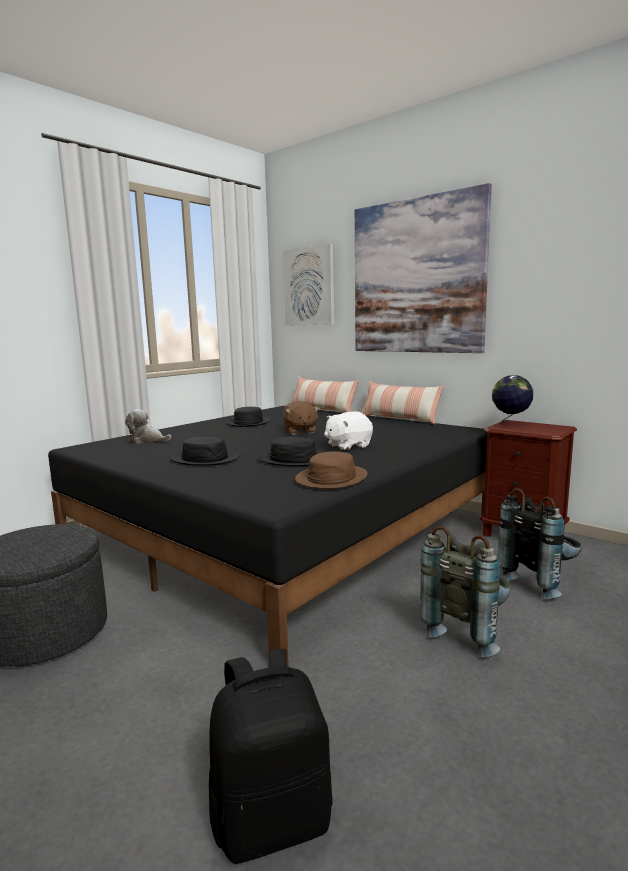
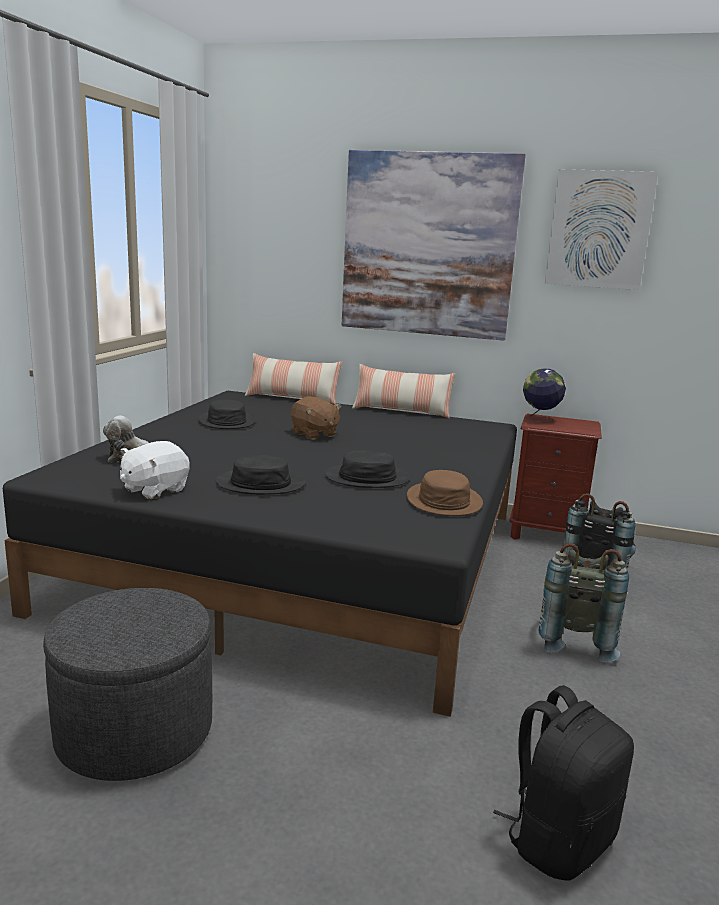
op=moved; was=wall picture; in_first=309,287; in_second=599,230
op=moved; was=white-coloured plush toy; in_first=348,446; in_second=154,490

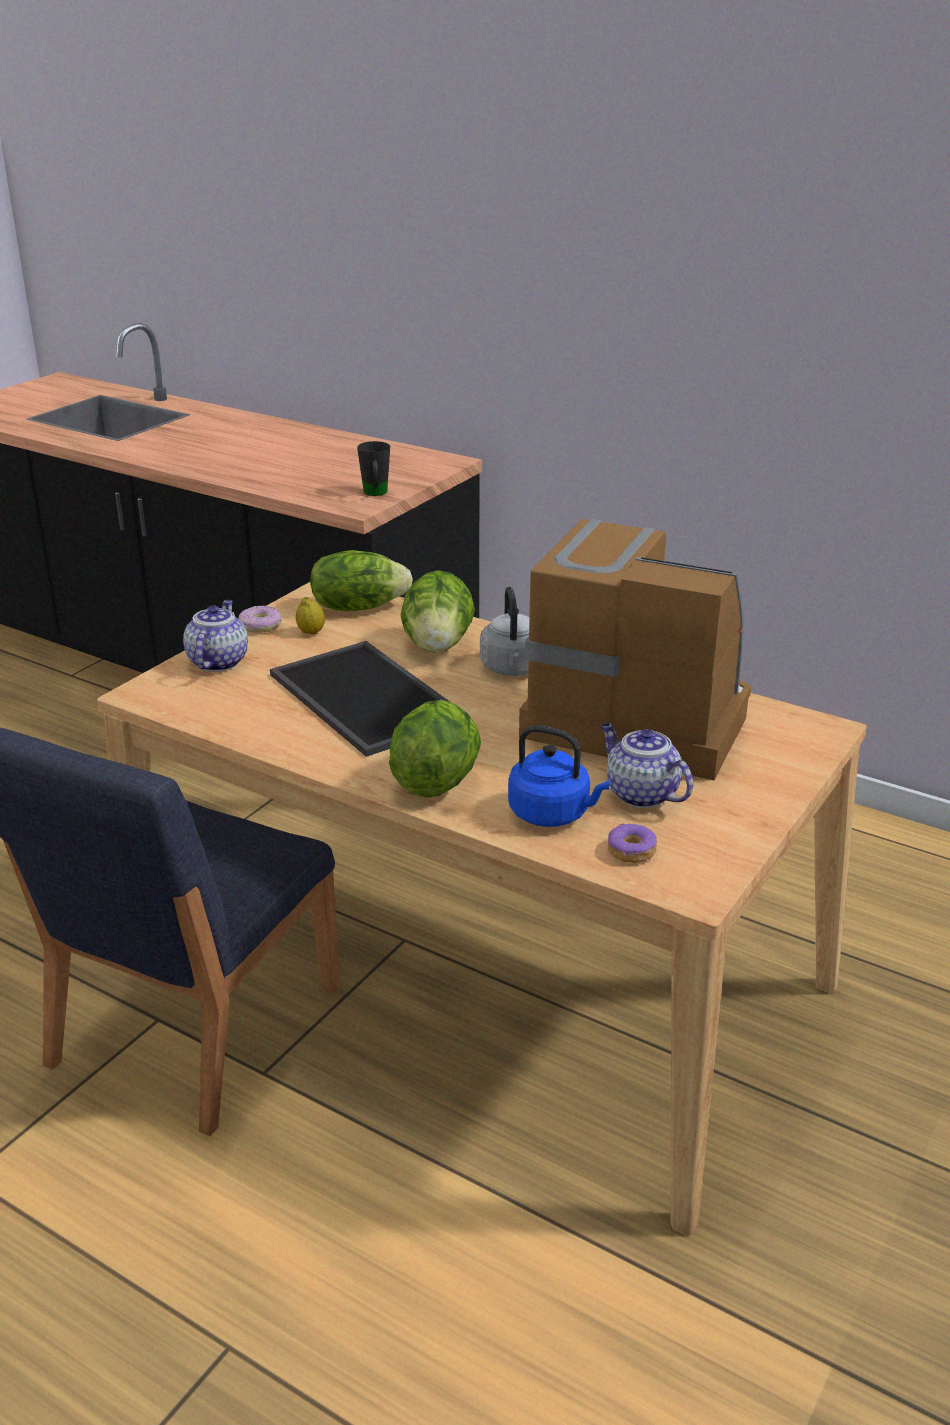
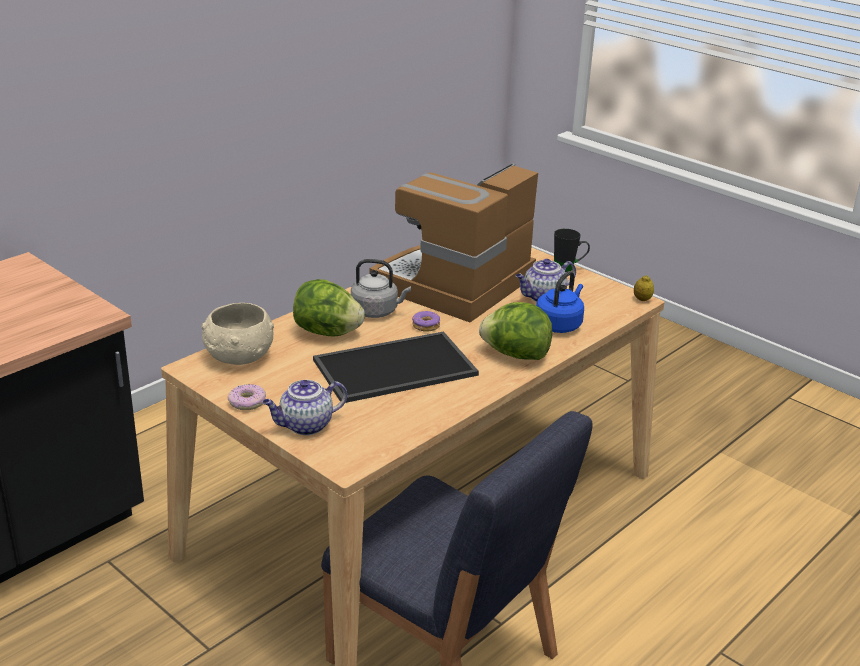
op=moved; was=citrus fruit; in_first=311,632; in_second=642,299
op=moved; was=black-coloured tea mug; in_first=375,494; in_second=569,268
op=moved; was=donut; in_first=631,851; in_second=426,326
op=replaced; was=lettuce; now=beige-coloured bowl; in_first=358,607; in_second=238,356
op=turned; was=pot for tea; in_first=217,661; in_second=305,426; clockwise=-45

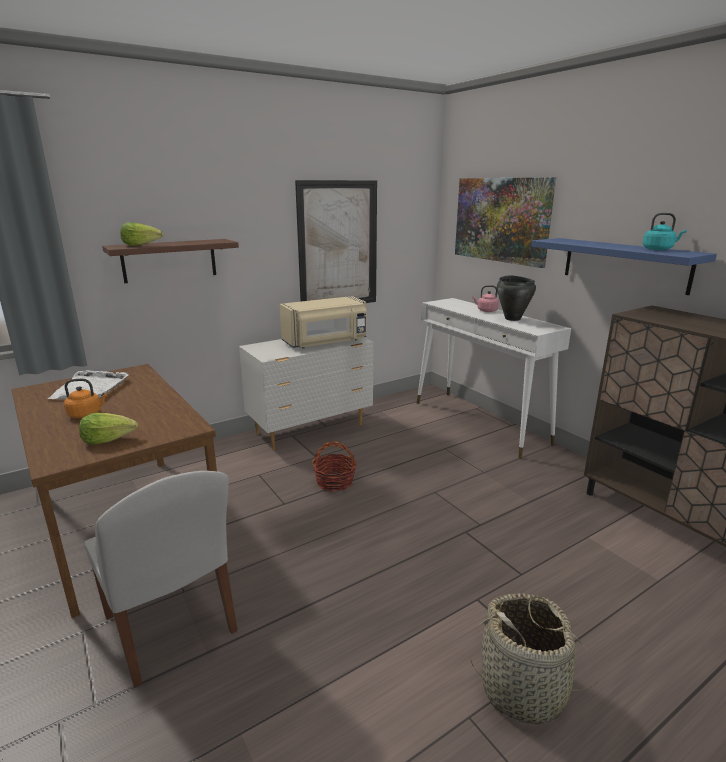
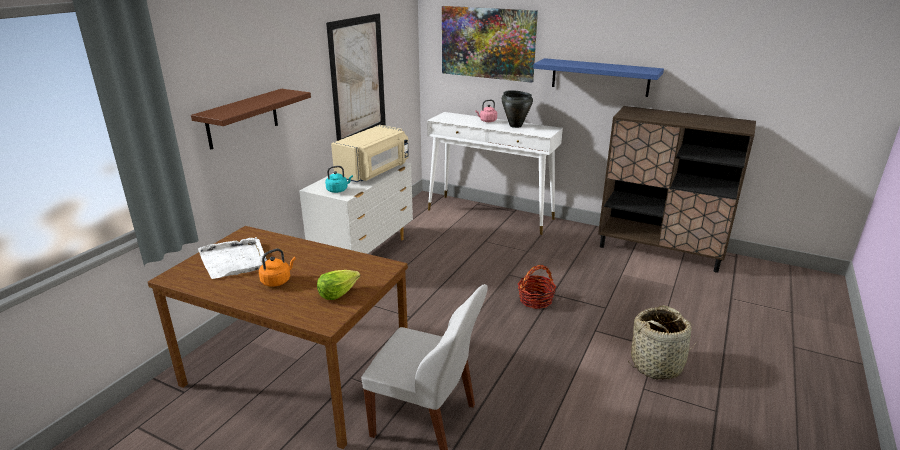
op=removed; was=lettuce; in_first=142,245
op=moved; was=storage basket; in_first=335,481; in_second=535,300
op=moved; was=turquoise-coloured tea kettle; in_first=659,249; in_second=338,190

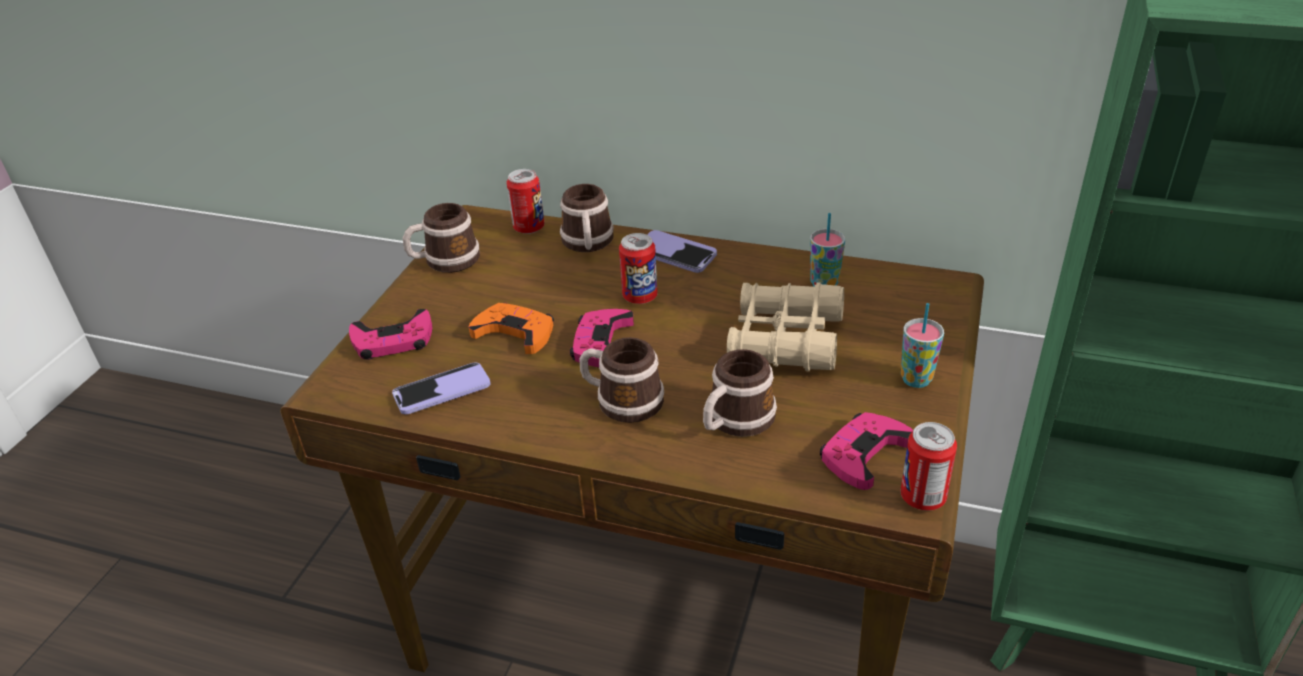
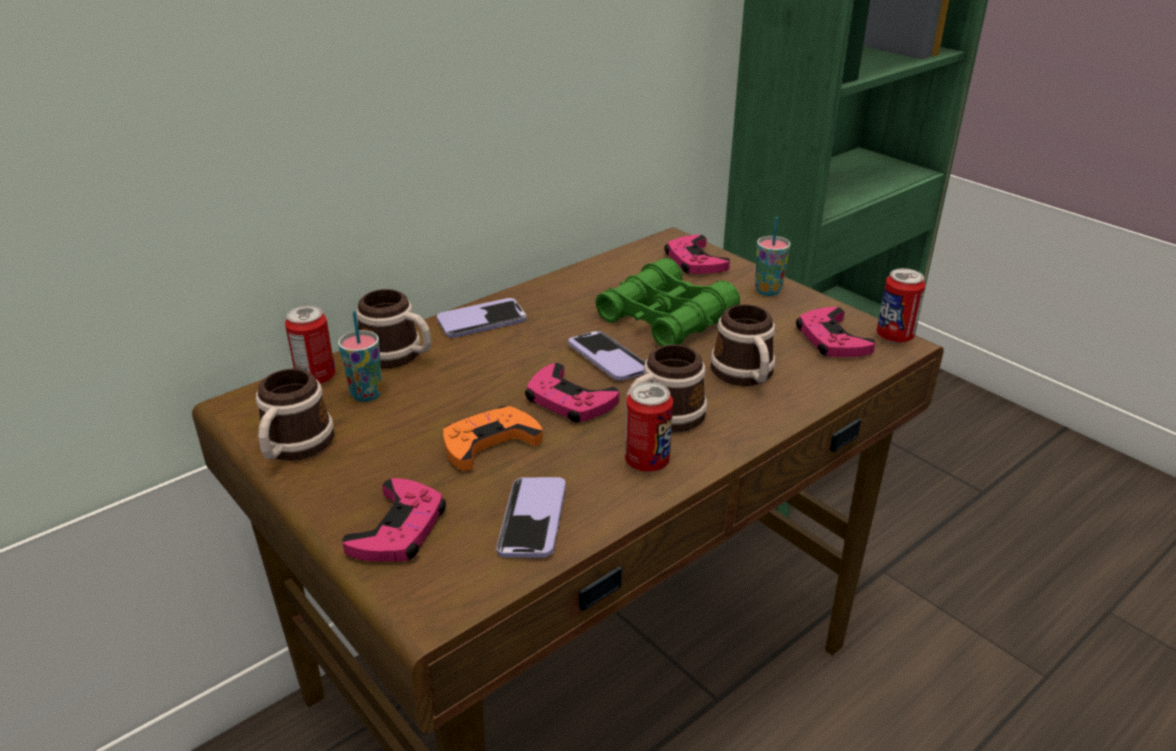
op=added; now=telephone; in_second=608,358
op=added; now=pinkish joypad; in_second=694,261
op=moved; was=metal can; in_first=640,297; in_second=647,462
op=moved; was=small cup; in_first=824,284; in_second=366,394
op=recoloured; was=beige-coloured pair of binoculars; now=green-coloured pair of binoculars; in_first=785,340; in_second=665,319

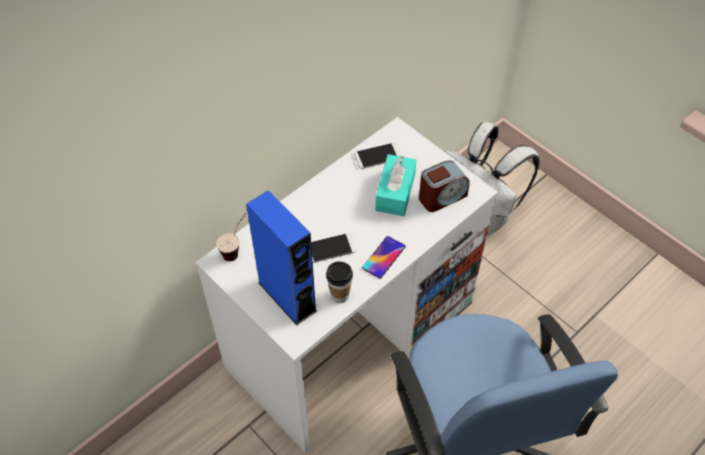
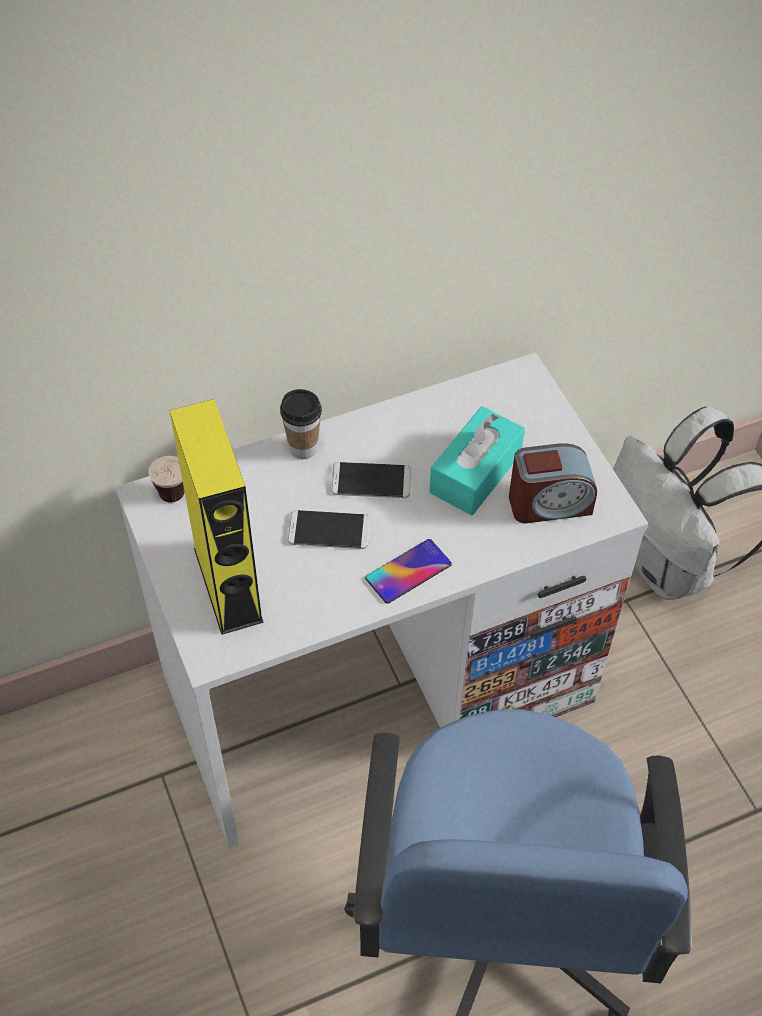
op=moved; was=small cup; in_first=340,295; in_second=303,448
op=moved; was=telephone; in_first=377,156; in_second=371,481
op=recoloured; was=blue-coloured audio speaker; now=yellow audio speaker; in_first=287,296; in_second=228,585

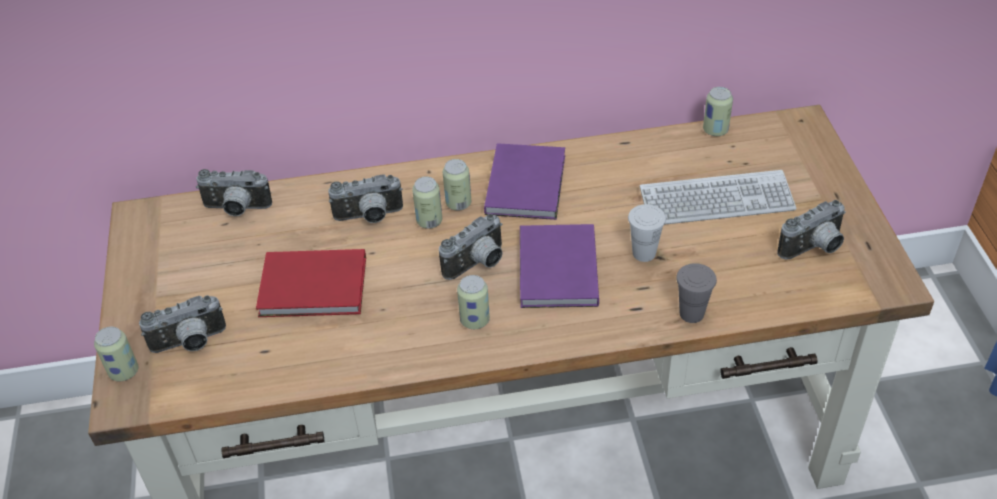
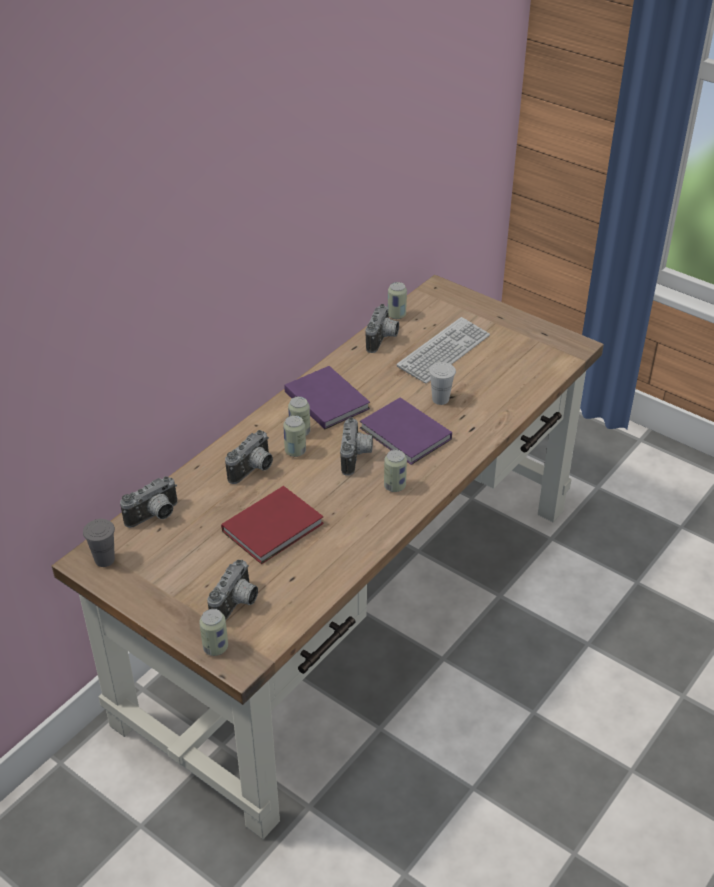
op=moved; was=grey small cup; in_first=691,313; in_second=104,560
op=moved; was=still camera; in_first=814,248; in_second=383,340

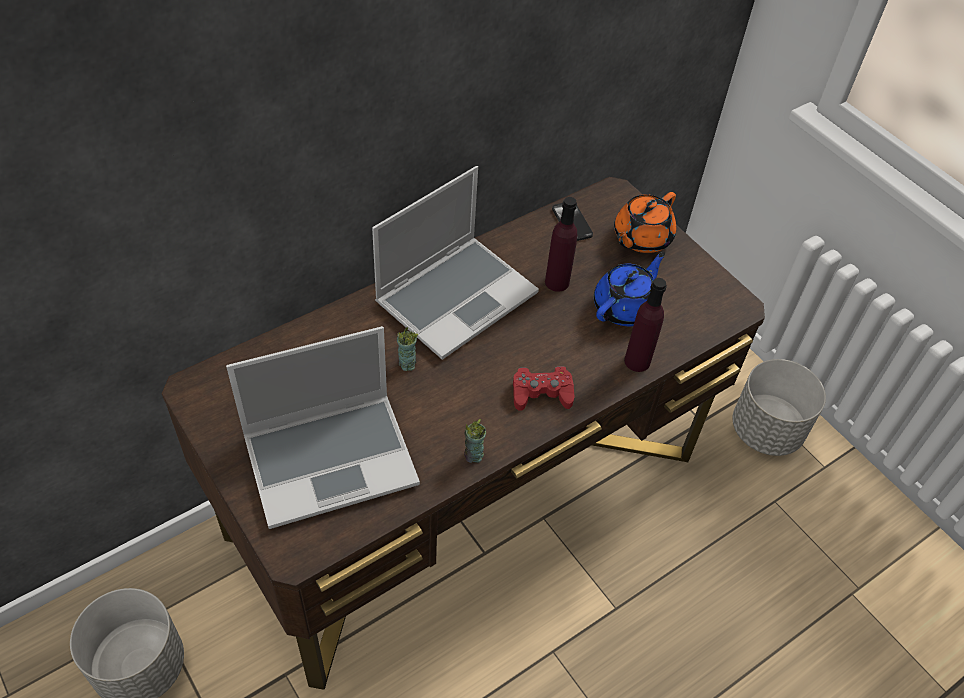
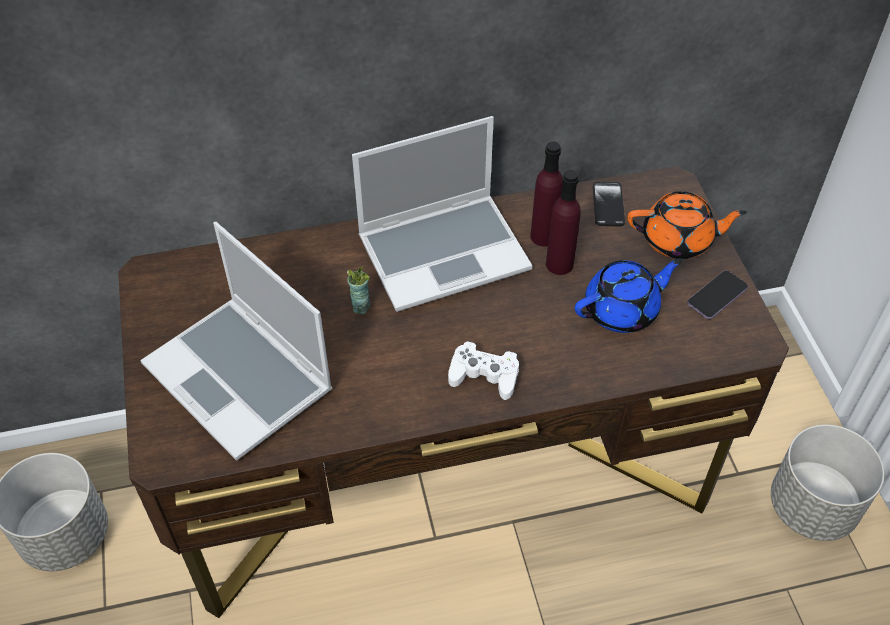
op=removed; was=small cup; in_first=473,455
op=added; now=telephone; in_second=717,296
op=moved; was=purple-coloured drink bottle; in_first=637,361; in_second=543,236
op=recoloured; was=red joypad; now=white-coloured joypad; in_first=541,393; in_second=484,375
op=turned; was=laptop; in_first=332,458; in_second=241,378; clockwise=45
op=turned; was=orange pot for tea; in_first=641,238; in_second=678,240; clockwise=-150

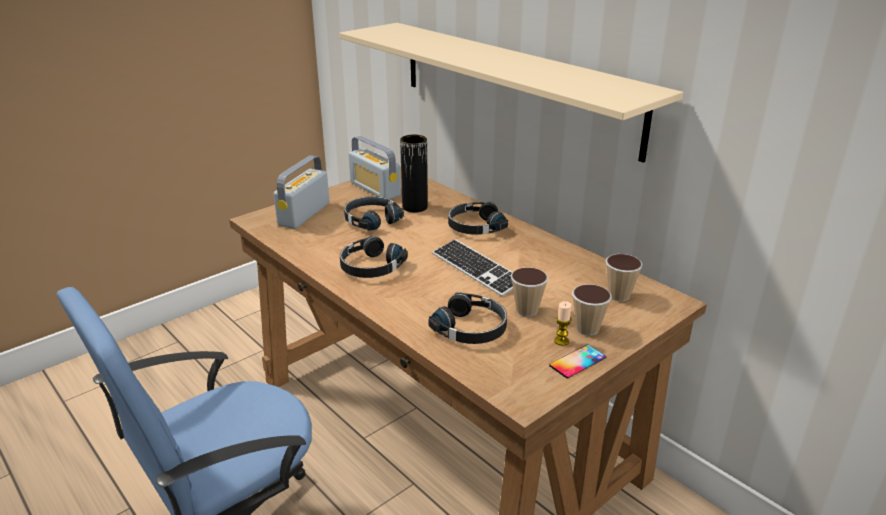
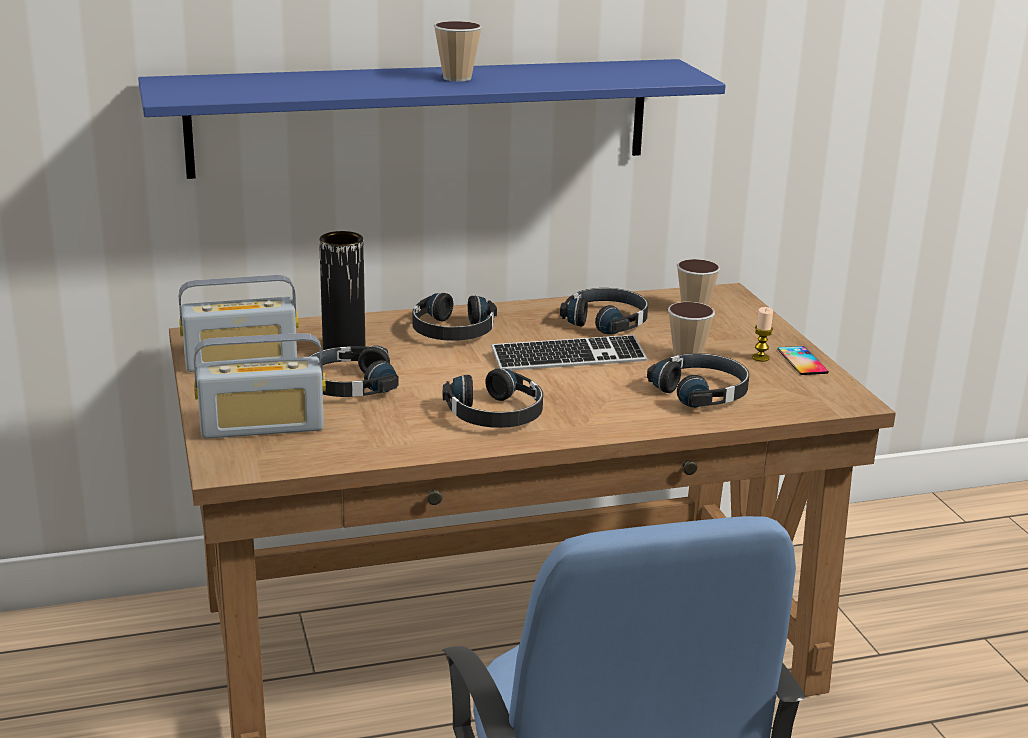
op=added; now=black-coloured pair of headphones; in_second=607,321
op=moved; was=small cup; in_first=587,329; in_second=457,78
op=recoloured; was=beige-coloured wall shelf; now=blue-coloured wall shelf; in_first=513,85; in_second=423,117
op=turned; was=radio receiver; in_first=304,214; in_second=262,427; clockwise=-60

